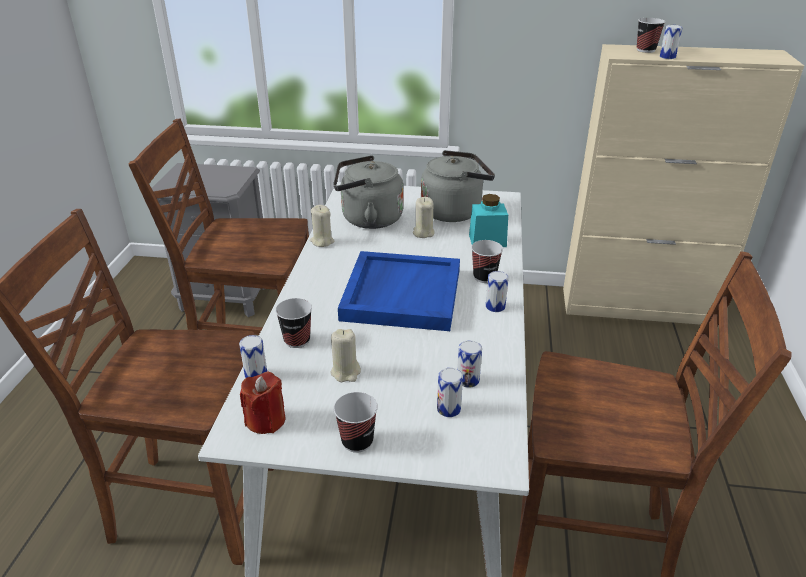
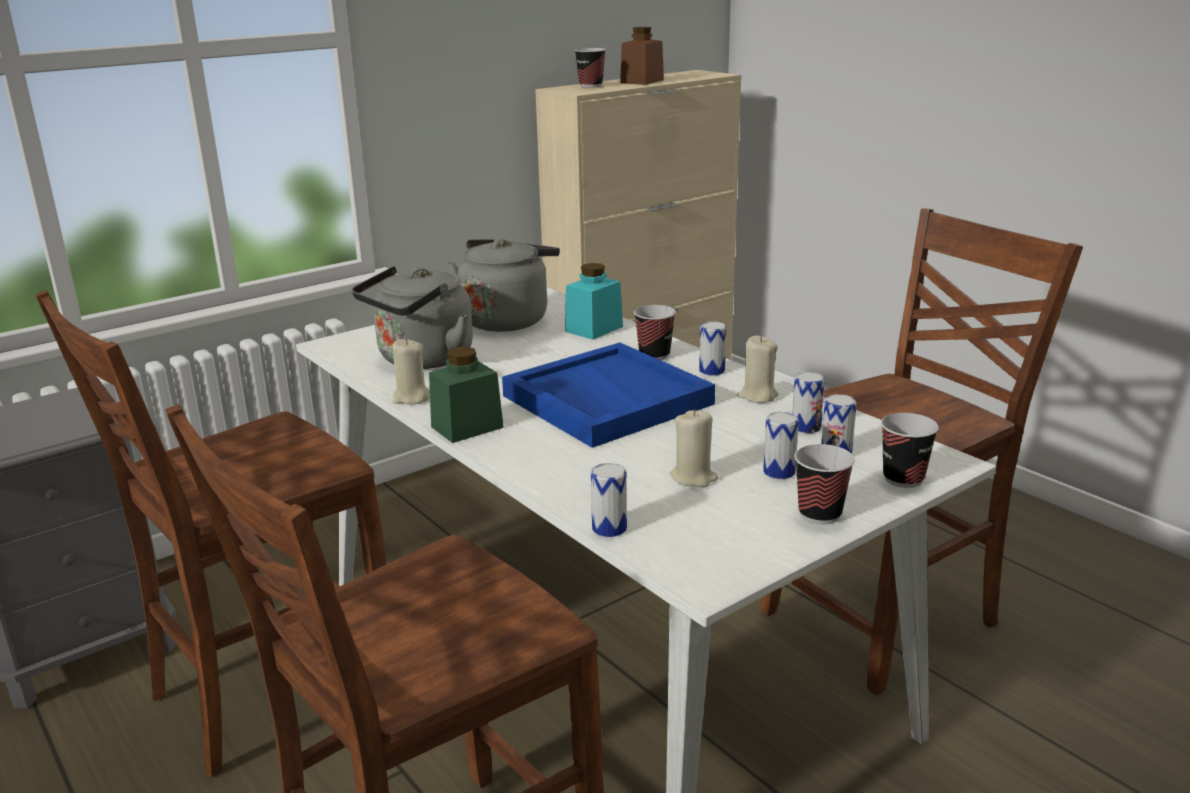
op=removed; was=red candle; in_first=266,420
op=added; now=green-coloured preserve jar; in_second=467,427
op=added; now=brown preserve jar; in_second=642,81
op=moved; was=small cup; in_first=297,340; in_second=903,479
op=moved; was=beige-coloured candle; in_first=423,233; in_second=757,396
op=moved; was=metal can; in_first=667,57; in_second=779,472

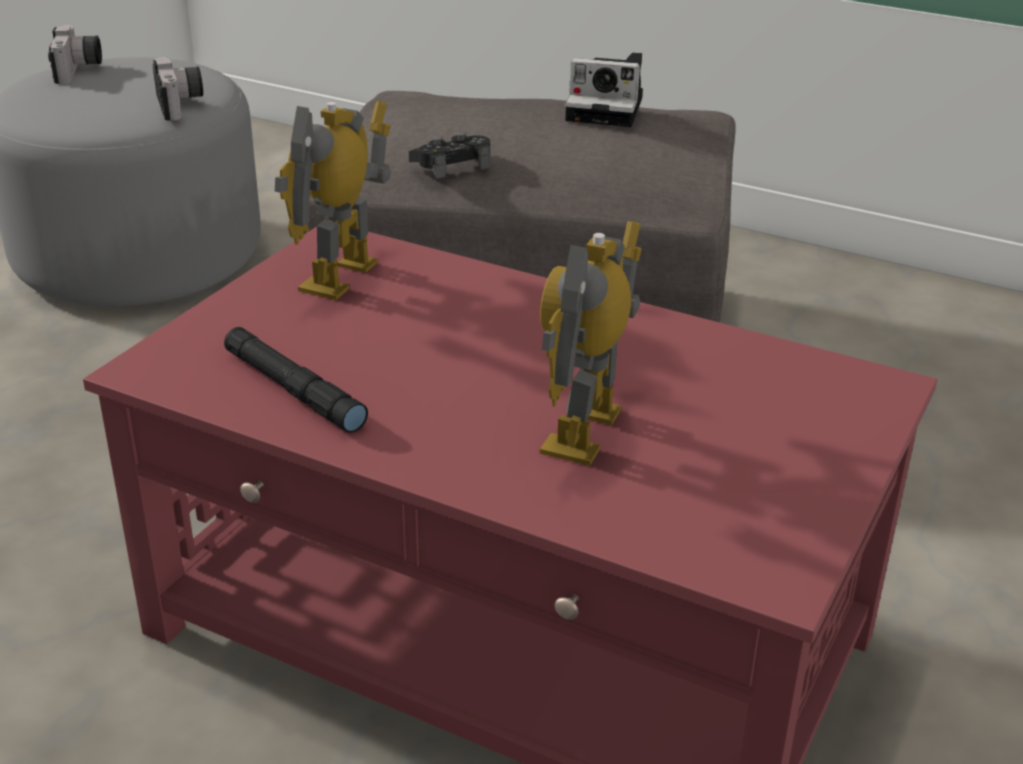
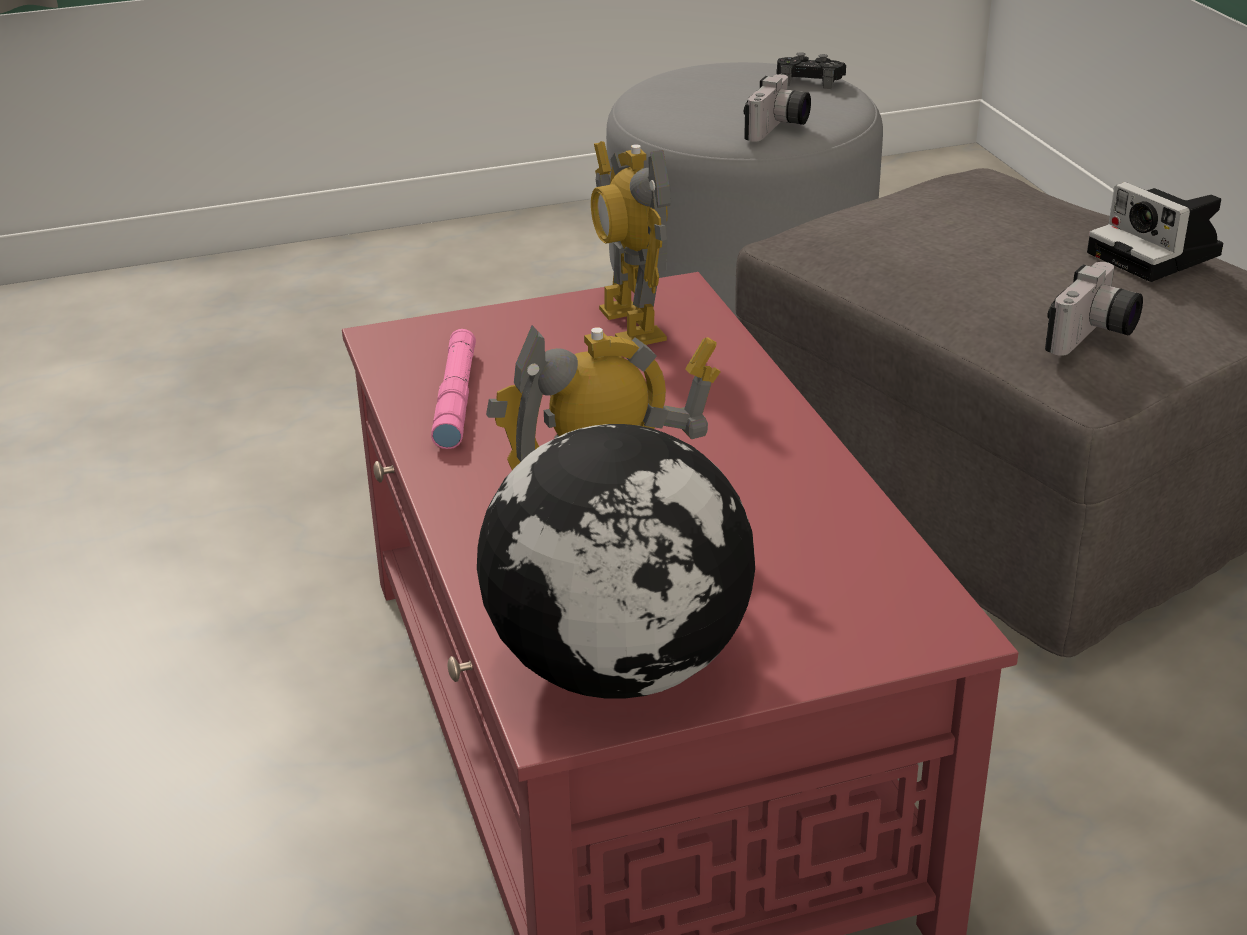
op=added; now=world globe; in_second=621,667
op=moved; was=still camera; in_first=79,71; in_second=1094,336
op=moved; was=black-coloured joypad; in_first=451,165; in_second=810,80
op=recoloured; was=black-coloured flashlight; now=pinkish flashlight; in_first=293,390; in_second=456,398
op=turned; was=robot figure; in_first=341,277; in_second=631,325; clockwise=-90

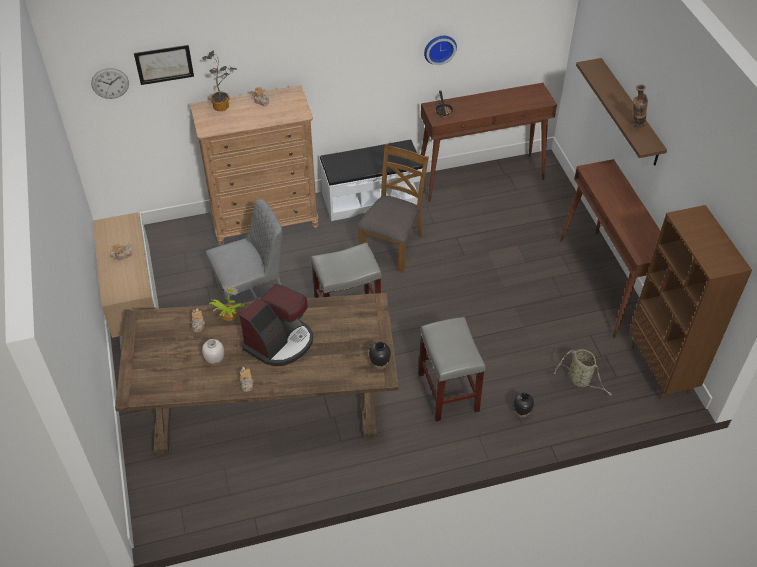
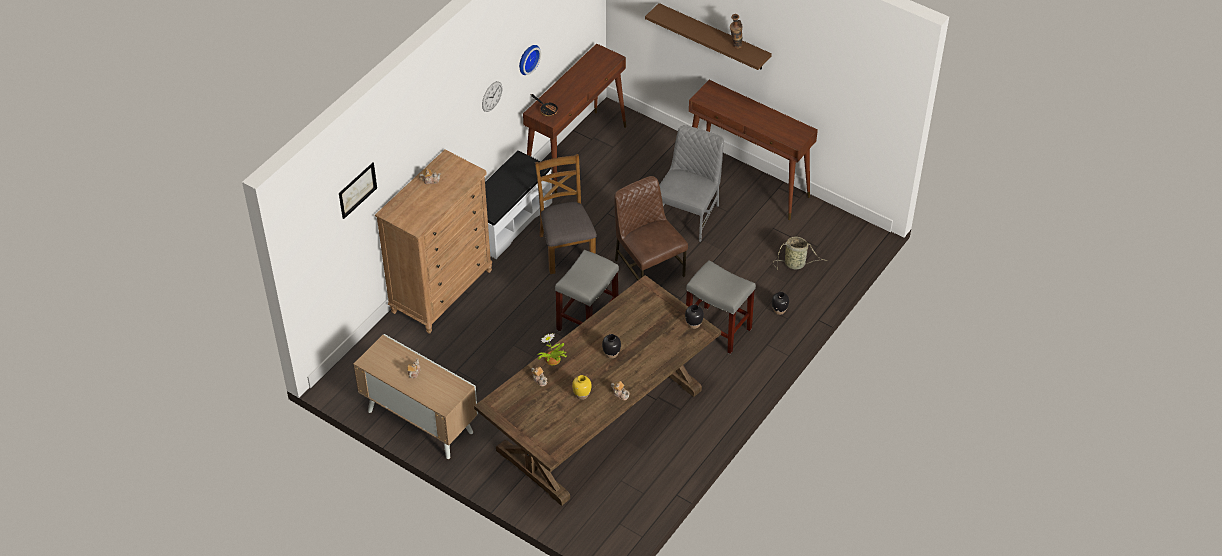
op=removed; was=potted plant; in_first=223,105
op=removed; was=brown bookshelf; in_first=661,370
op=added; now=brown chair; in_second=648,267
op=moved; was=wall clock; in_first=110,83; in_second=492,96
op=moved; was=grey chair; in_first=251,295; in_second=688,215
op=replaced; was=coffee machine; now=black-coloured vase; in_first=280,342; in_second=611,354
op=recoloured; was=white-coloured vase; now=yellow vase; in_first=215,361; in_second=582,395

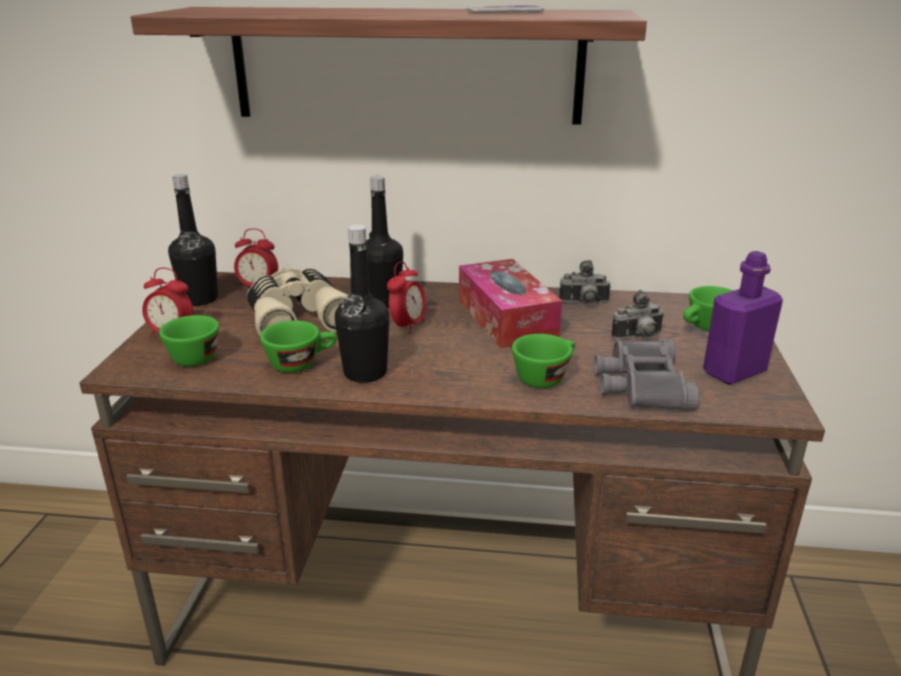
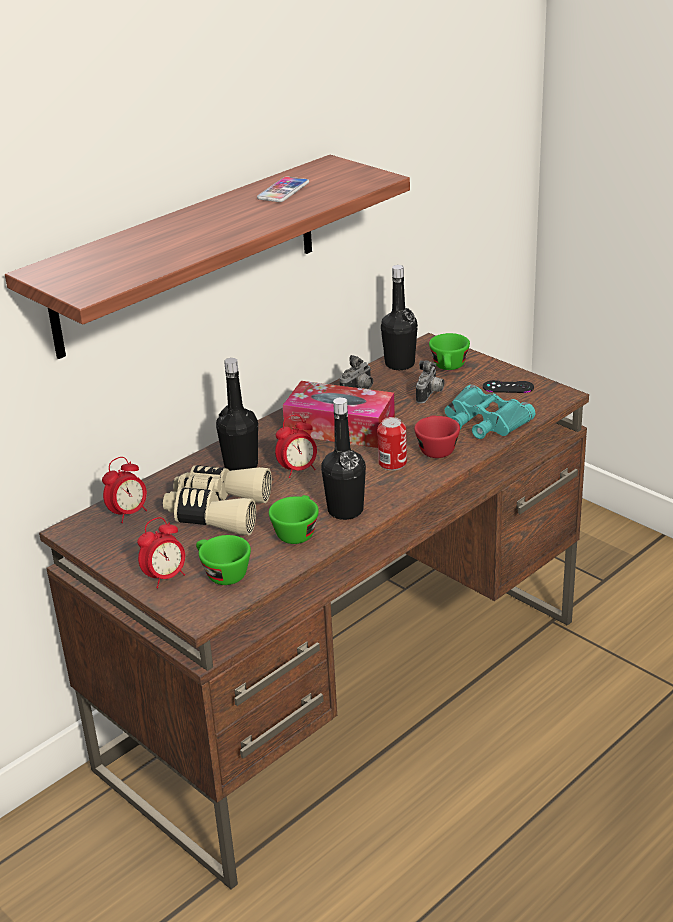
op=added; now=metal can; in_second=392,463
op=moved; was=black-coloured drink bottle; in_first=200,299; in_second=399,364
op=replaced; was=purple-coloured drink bottle; now=black-coloured joypad; in_first=734,372; in_second=508,387
op=recoloured; was=green-coloured small cup; now=red small cup; in_first=545,376; in_second=435,448
op=recoloured; was=grey pair of binoculars; now=turquoise-coloured pair of binoculars; in_first=641,384; in_second=484,421
op=turned; was=alarm clock; in_first=408,326; in_second=298,470; clockwise=90

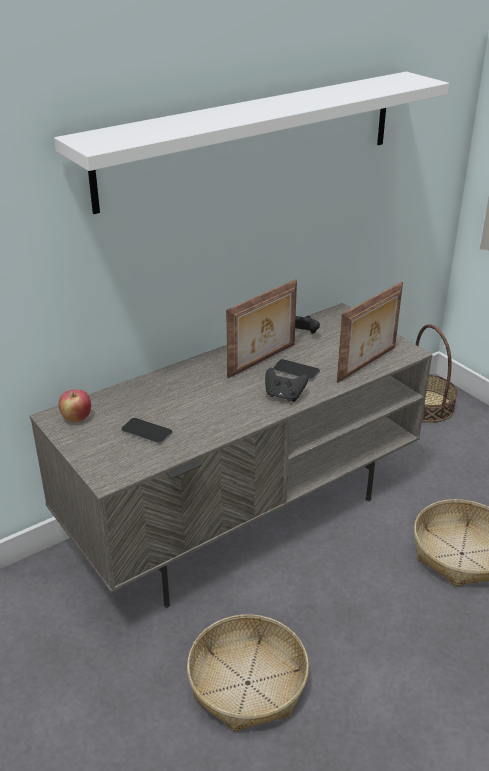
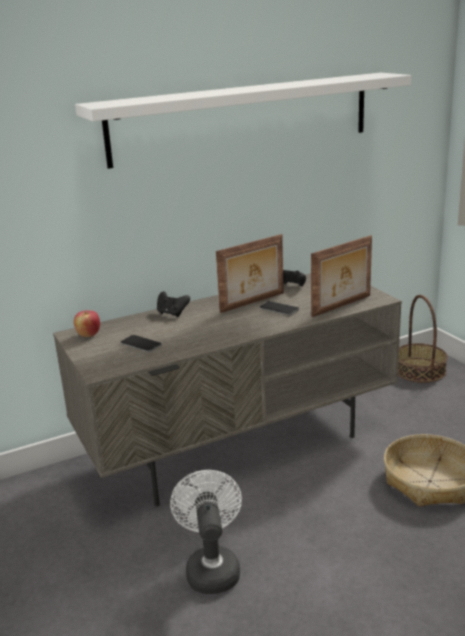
op=moved; was=black-coloured joypad; in_first=284,396; in_second=172,313
op=replaced; was=storage basket; now=white-coloured electric fan; in_first=247,684; in_second=211,567

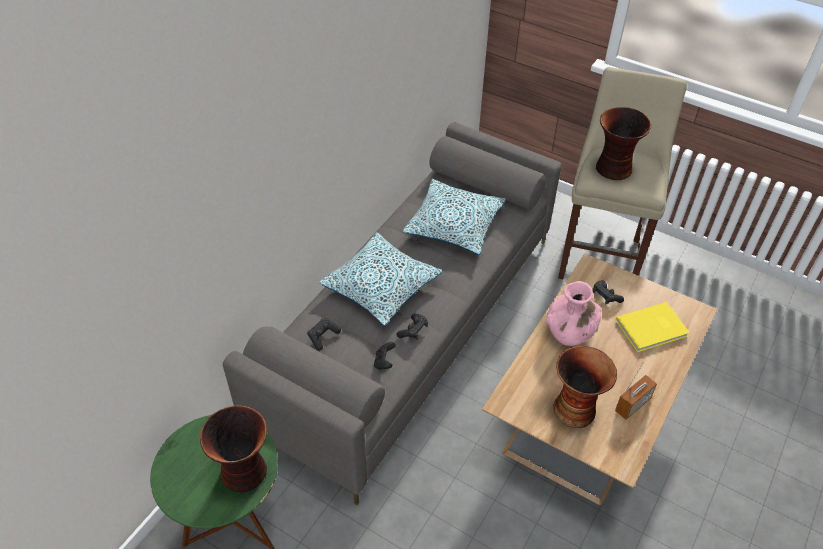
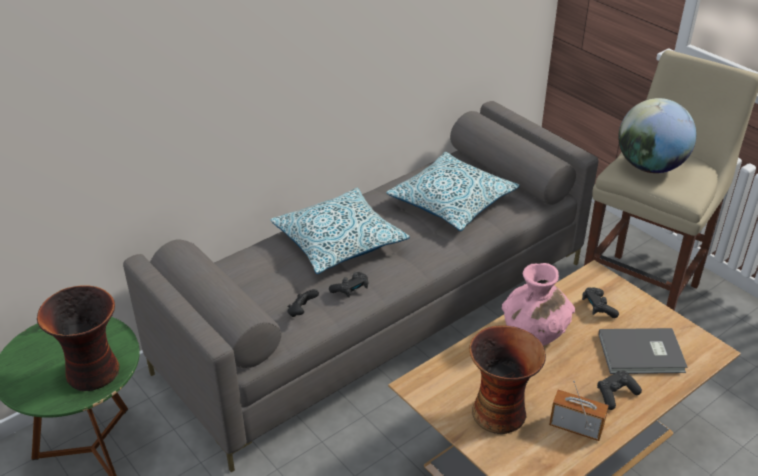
op=moved; was=black-coloured joypad; in_first=323,337; in_second=616,394
op=replaced; was=vase; now=world globe; in_first=613,169; in_second=649,167
op=recoloured; was=yellow book; now=grey book; in_first=653,329; in_second=642,354
op=turned; was=radio receiver; in_first=632,405; in_second=575,427; clockwise=-135

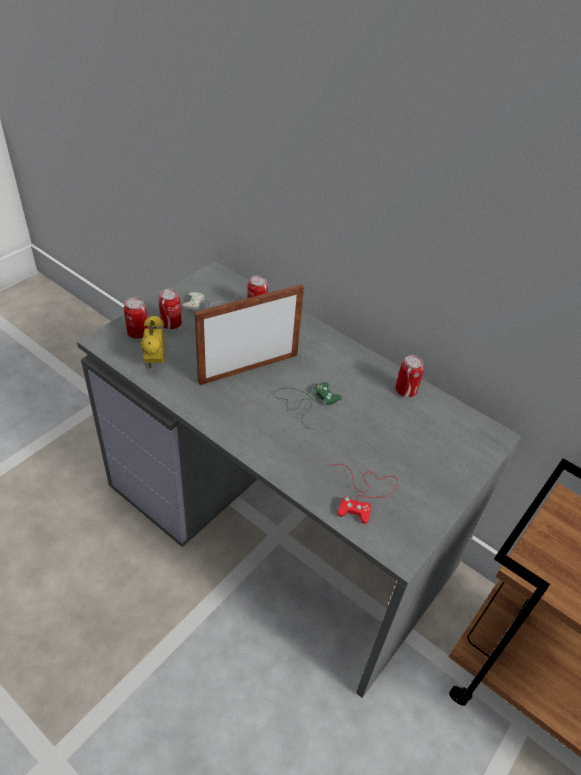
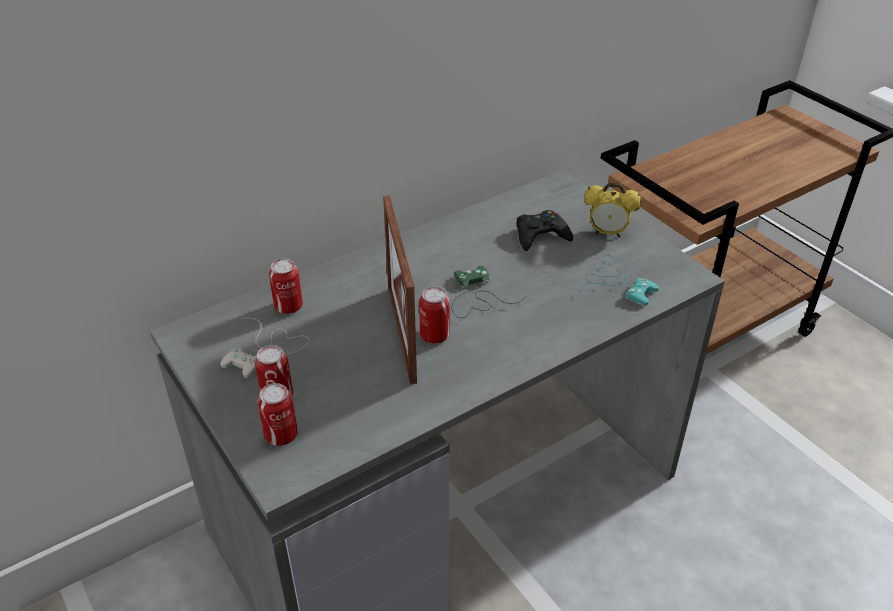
op=added; now=black-coloured joypad; in_second=540,235
op=moved; was=alarm clock; in_first=155,361; in_second=607,233
op=moved; was=metal can; in_first=405,390; in_second=434,335
op=recoloured; was=red joypad; now=turquoise-coloured joypad; in_first=364,493; in_second=618,282

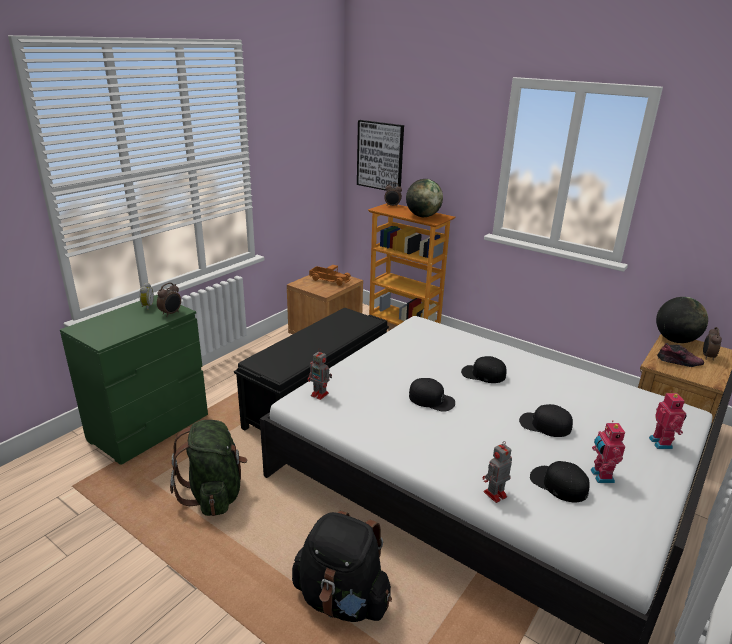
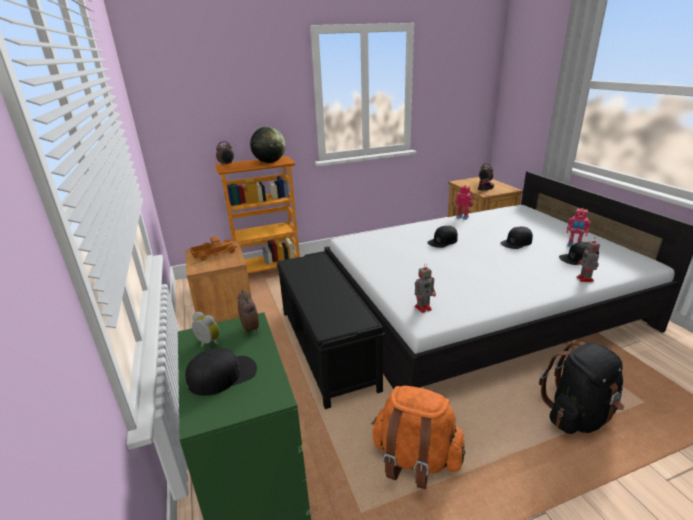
op=removed; was=wall picture; in_first=380,156
op=removed; was=world globe; in_first=675,340
op=moved; was=black-coloured peaked cap; in_first=431,399; in_second=223,375
op=moved; was=robot figure; in_first=662,443; in_second=462,217
op=recoloured; was=green-coloured backpack; now=orange backpack; in_first=214,494; in_second=415,459

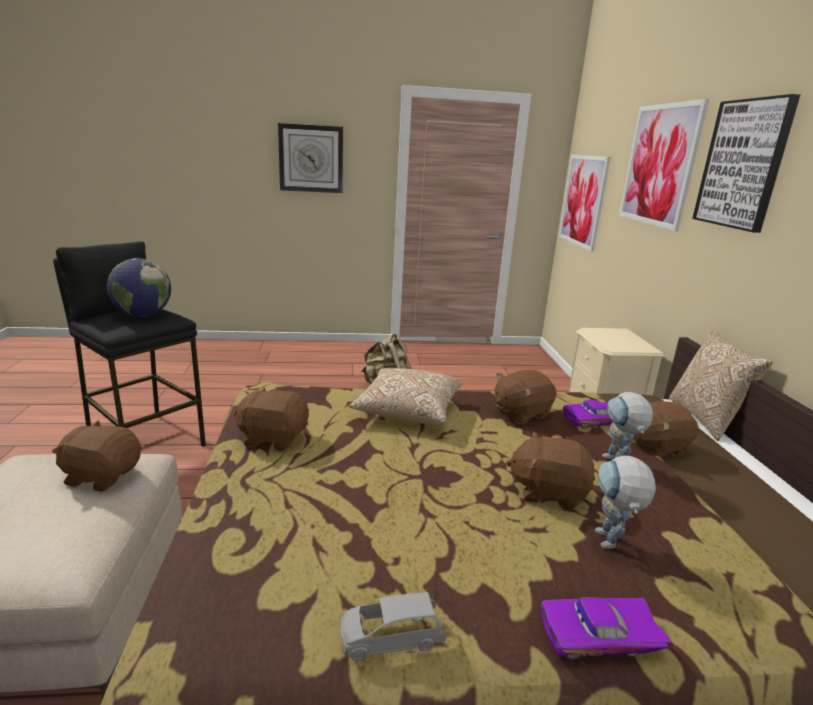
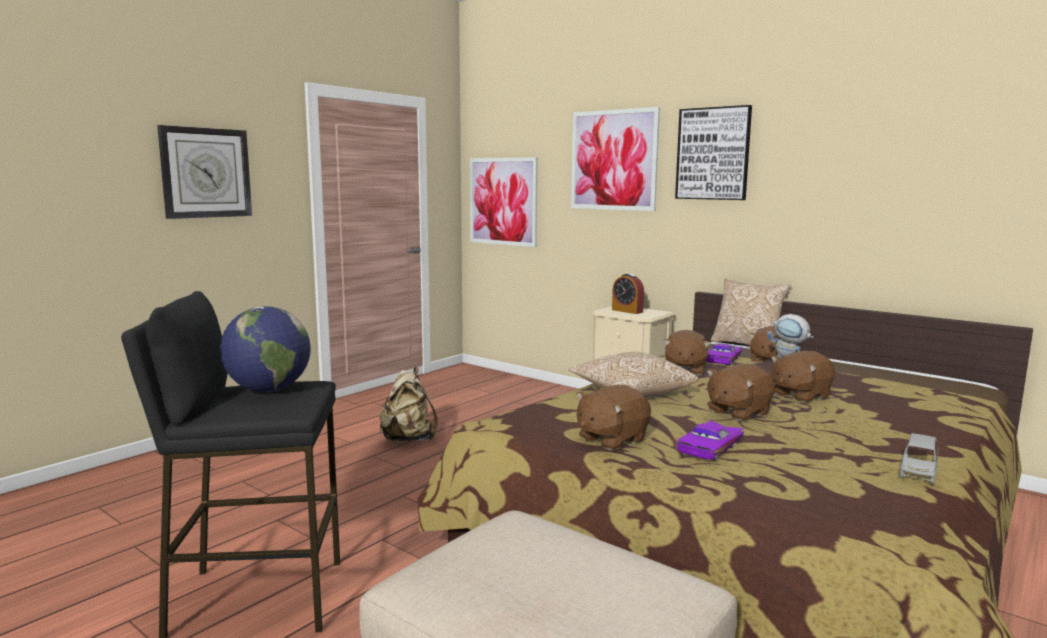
op=removed; was=robot figure; in_first=610,545
op=added; now=alarm clock; in_second=627,311
op=moved; was=brown plush toy; in_first=102,476; in_second=737,412
op=moved; was=purple-coloured model car; in_first=601,639; in_second=712,448

